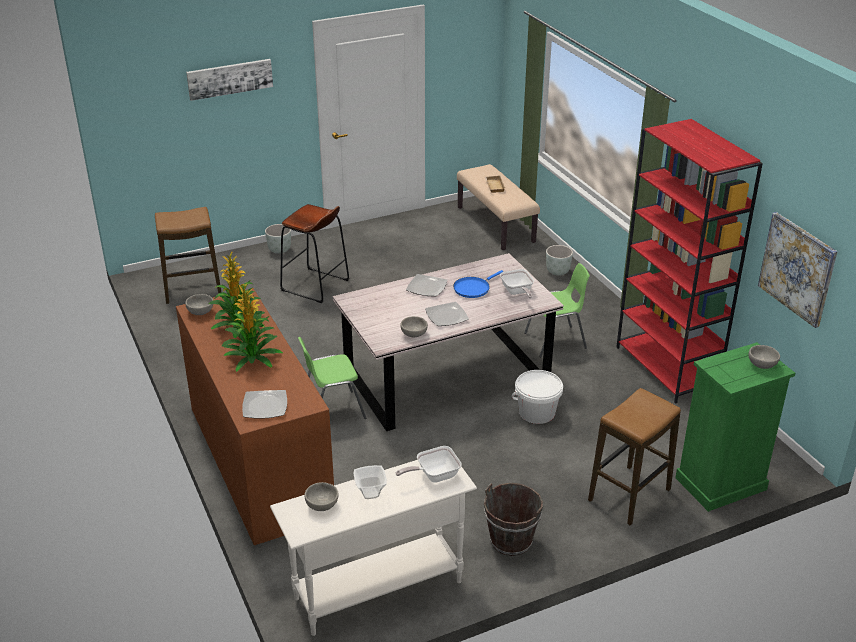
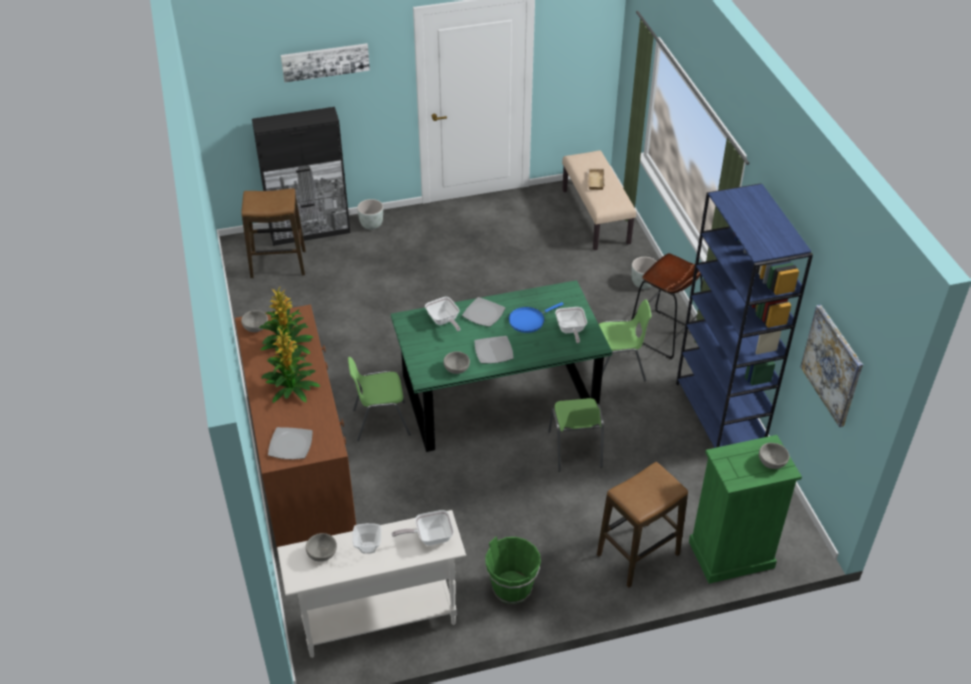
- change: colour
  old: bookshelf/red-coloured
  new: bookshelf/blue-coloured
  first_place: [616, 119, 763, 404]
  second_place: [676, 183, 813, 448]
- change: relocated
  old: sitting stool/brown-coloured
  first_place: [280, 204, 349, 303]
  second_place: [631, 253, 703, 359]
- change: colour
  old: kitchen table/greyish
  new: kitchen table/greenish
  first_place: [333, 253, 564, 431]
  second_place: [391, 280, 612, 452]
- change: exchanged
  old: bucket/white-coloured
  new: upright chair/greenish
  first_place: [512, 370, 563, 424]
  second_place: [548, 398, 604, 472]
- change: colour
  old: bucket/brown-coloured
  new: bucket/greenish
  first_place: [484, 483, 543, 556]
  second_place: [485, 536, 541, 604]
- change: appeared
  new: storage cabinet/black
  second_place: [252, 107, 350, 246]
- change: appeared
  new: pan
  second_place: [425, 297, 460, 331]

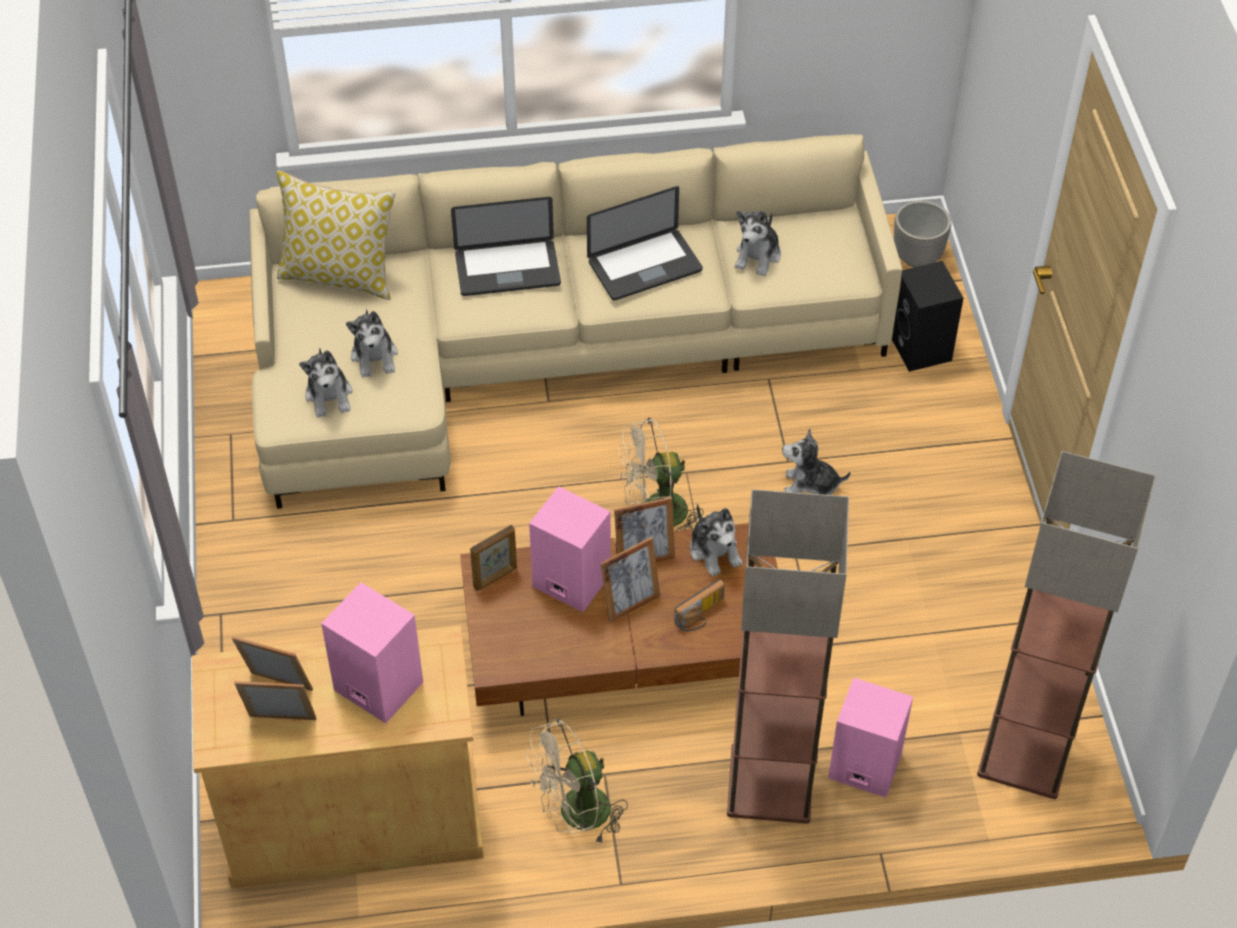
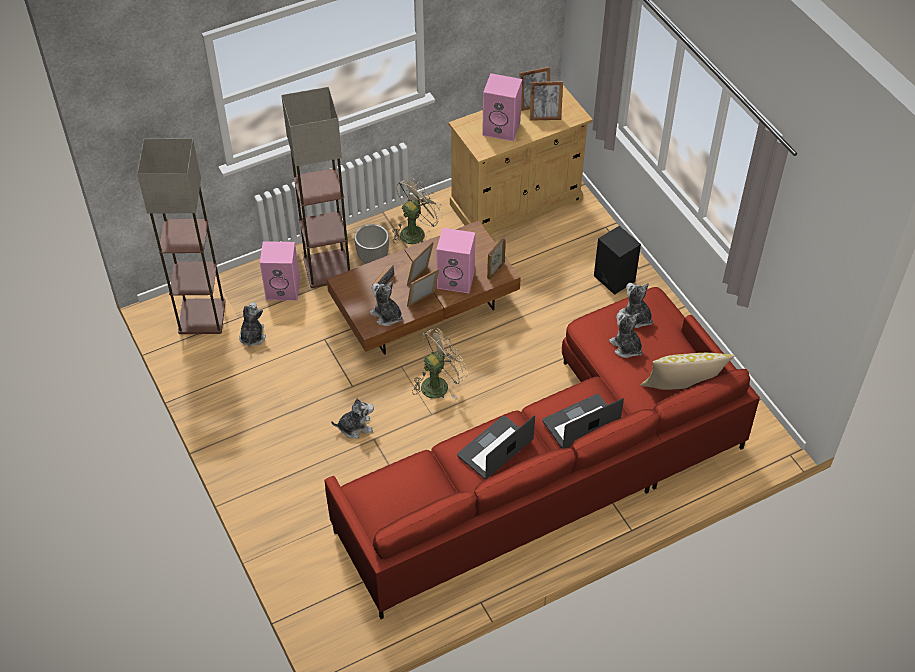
- change: colour
  old: settee/beige
  new: settee/red-coloured
  first_place: [250, 134, 902, 509]
  second_place: [324, 287, 760, 619]
- change: relocated
  old: planter
  first_place: [894, 200, 951, 267]
  second_place: [354, 224, 389, 264]
- change: relocated
  old: plush toy
  first_place: [735, 210, 781, 276]
  second_place: [239, 302, 266, 346]
- change: relocated
  old: loudspeaker/black
  first_place: [892, 261, 963, 372]
  second_place: [594, 226, 641, 295]

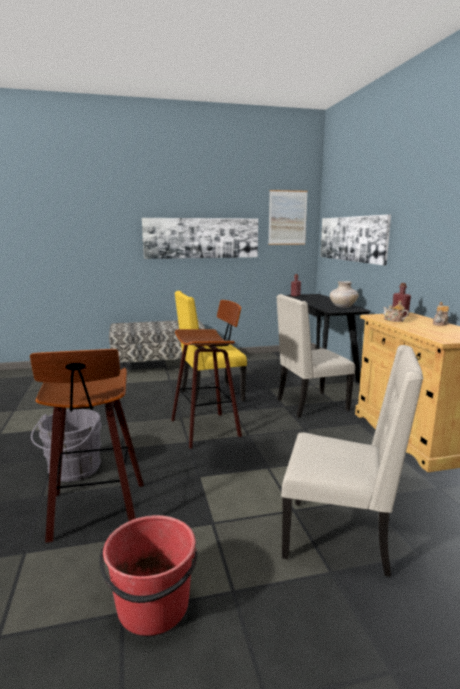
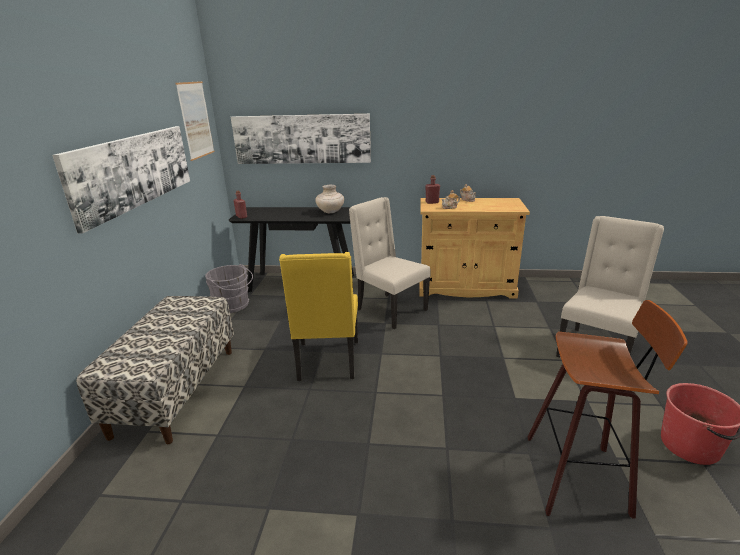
- change: spun
  old: upright chair/beige
  first_place: [277, 294, 355, 417]
  second_place: [349, 197, 431, 329]
  degrees: 135
- change: missing
  old: sitting stool
  first_place: [171, 300, 242, 449]
- change: relocated
  old: bucket/greyish
  first_place: [31, 409, 102, 482]
  second_place: [205, 264, 253, 313]

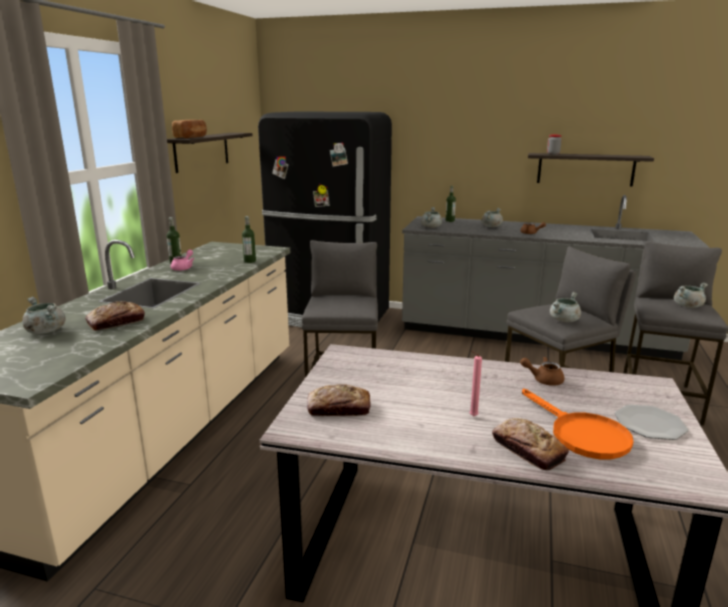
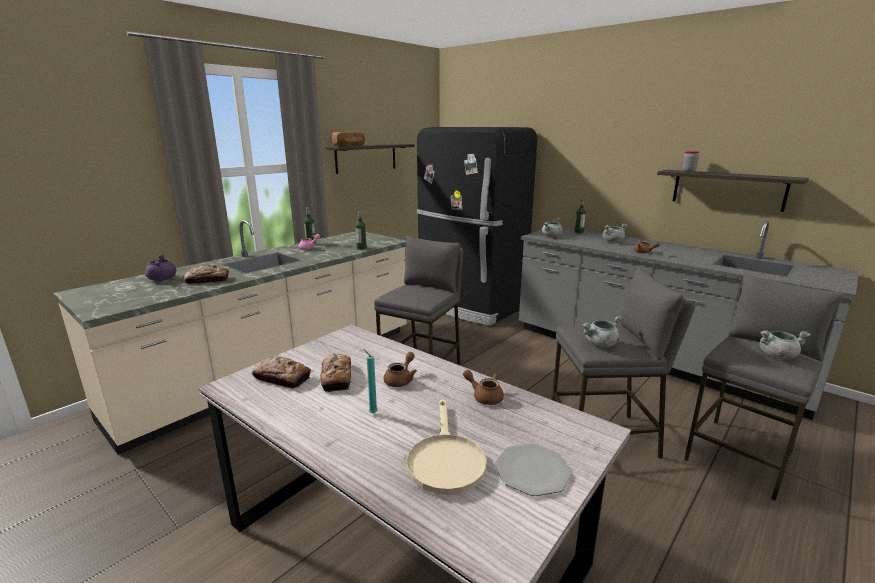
- change: colour
  old: stockpot/greyish
  new: stockpot/purple-coloured
  first_place: [22, 297, 66, 334]
  second_place: [145, 254, 176, 281]
- change: colour
  old: candle/pinkish
  new: candle/turquoise
  first_place: [470, 351, 482, 416]
  second_place: [364, 349, 378, 414]
- change: colour
  old: pan/orange
  new: pan/beige
  first_place: [522, 389, 634, 459]
  second_place: [406, 399, 487, 495]
- change: relocated
  old: baked bread
  first_place: [492, 418, 569, 470]
  second_place: [320, 353, 351, 392]
- change: appeared
  new: pot for tea/brown-coloured
  second_place: [383, 352, 417, 387]

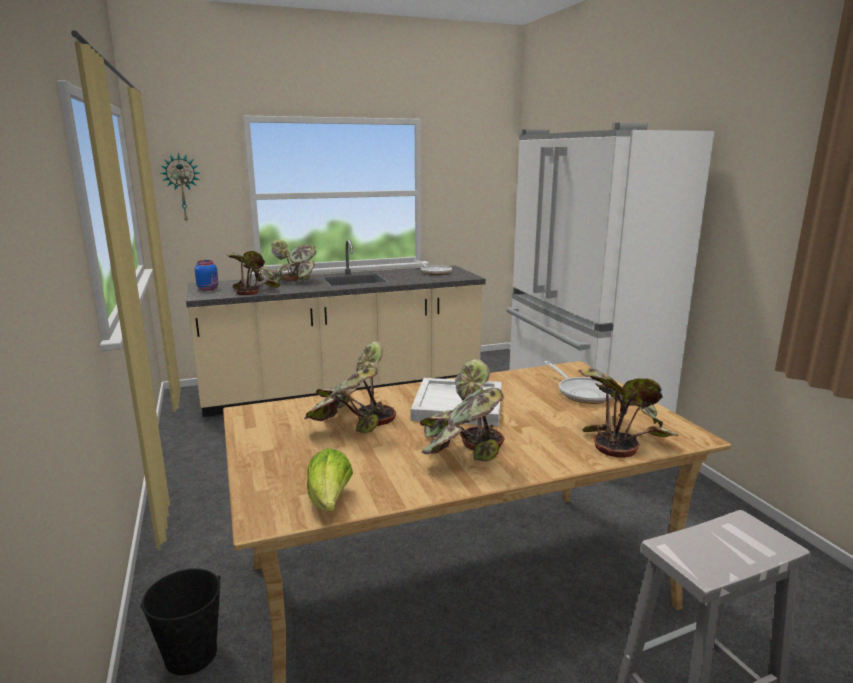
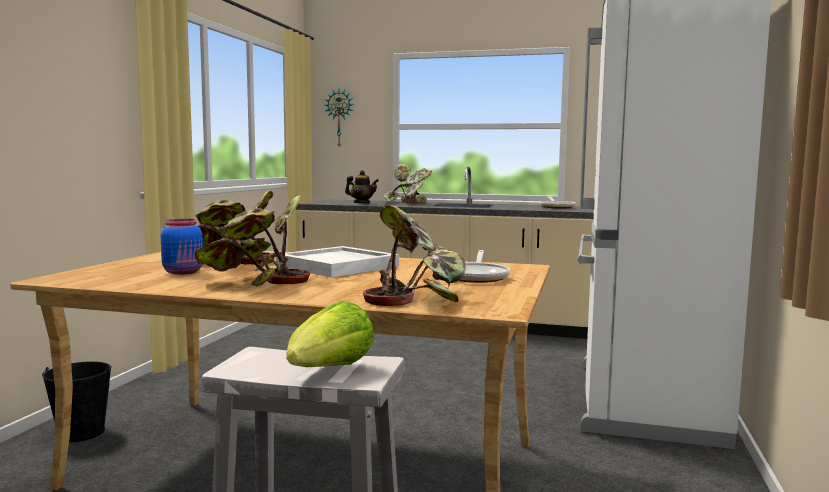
- change: exchanged
  old: potted plant
  new: pot for tea
  first_place: [226, 251, 281, 295]
  second_place: [345, 170, 379, 203]
- change: relocated
  old: preserve jar/blue-coloured
  first_place: [195, 260, 219, 291]
  second_place: [161, 219, 203, 275]
- change: relocated
  old: lettuce
  first_place: [307, 449, 353, 511]
  second_place: [286, 301, 374, 367]

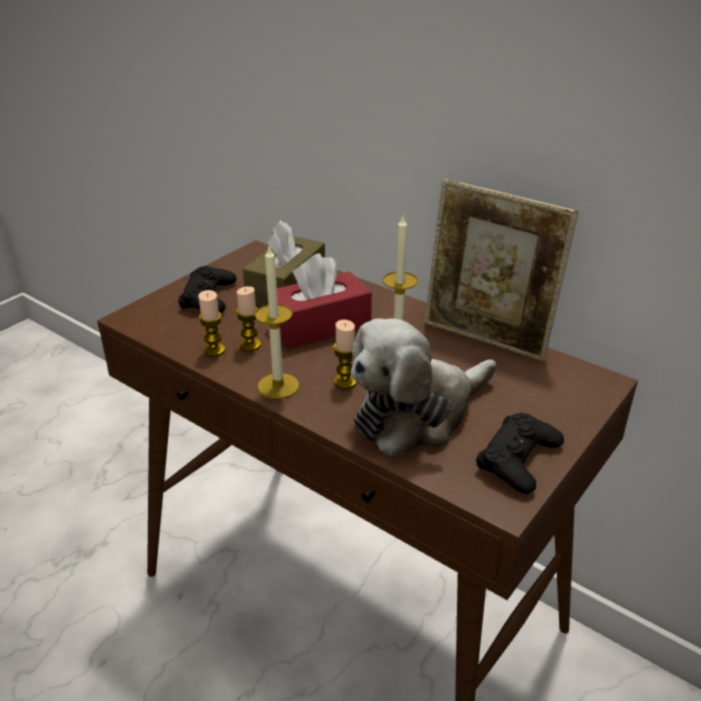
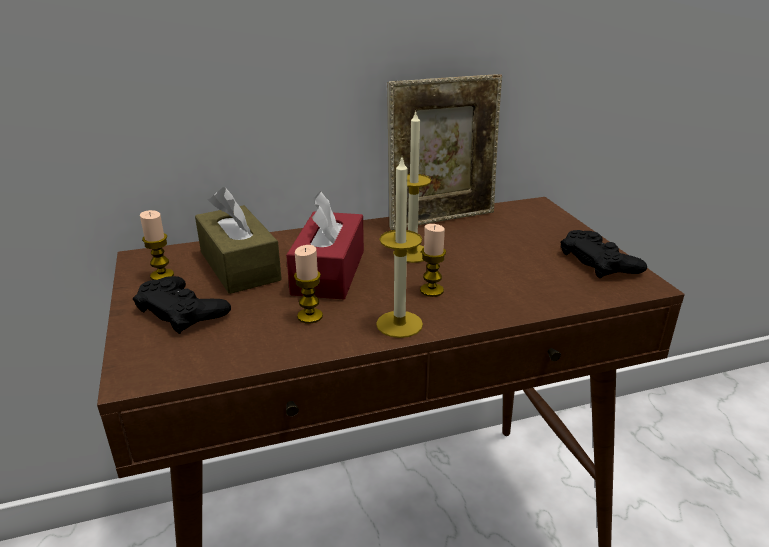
- change: relocated
  old: candle
  first_place: [198, 290, 225, 356]
  second_place: [140, 210, 174, 280]
- change: missing
  old: plush toy
  first_place: [351, 318, 496, 456]

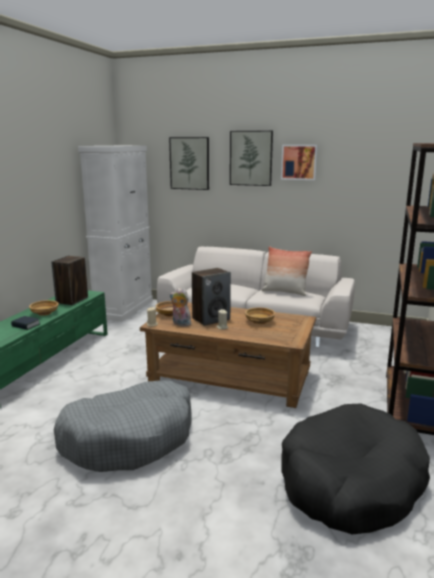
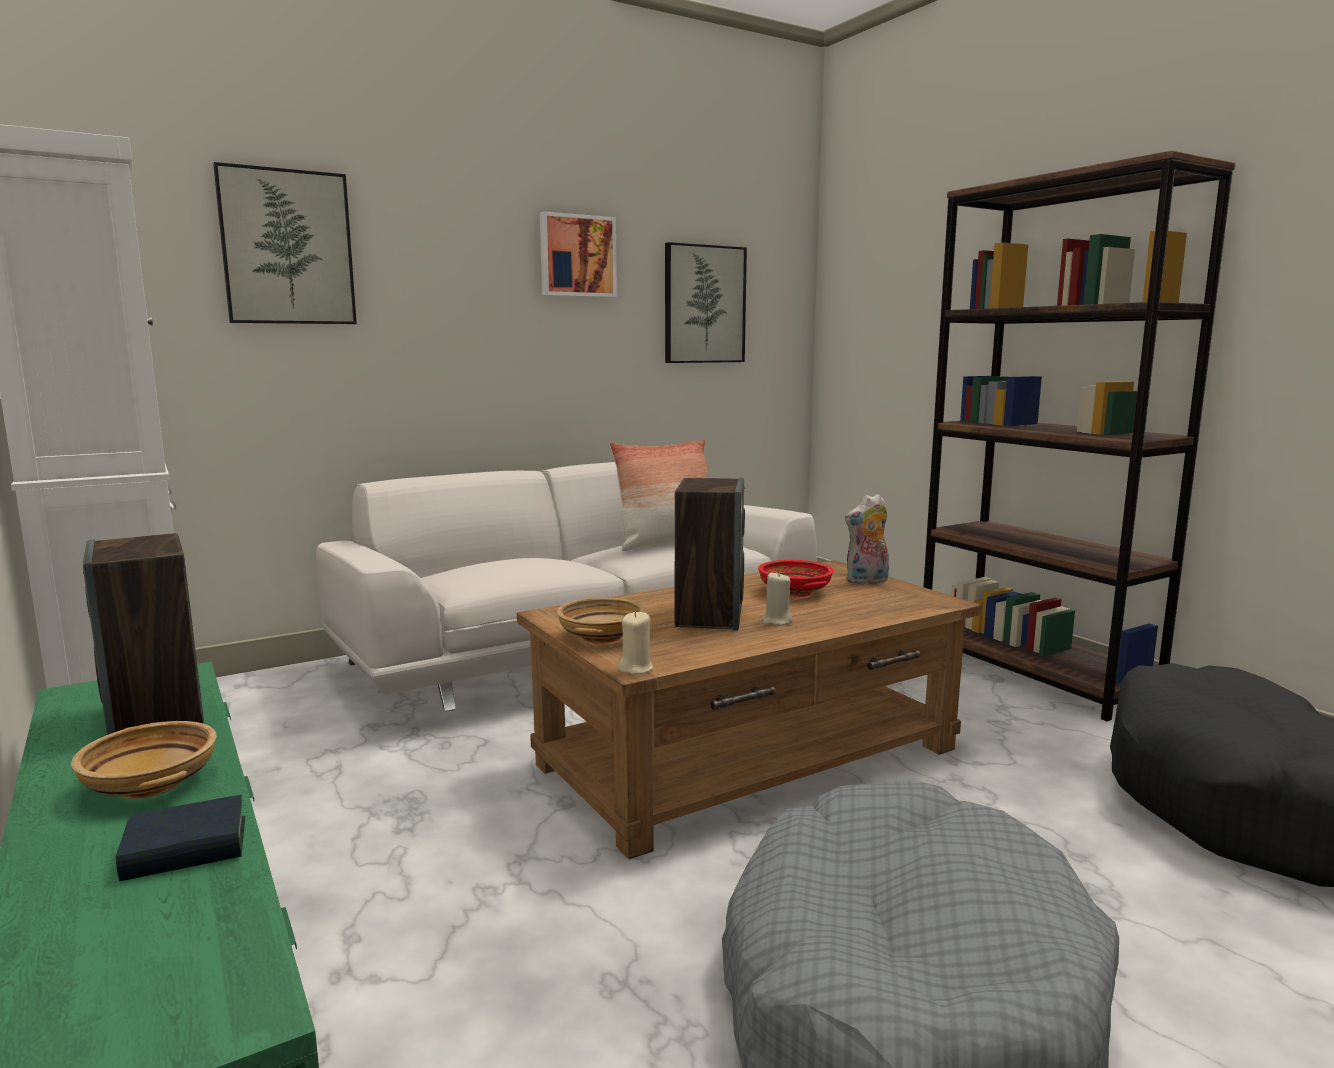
- change: relocated
  old: wall picture
  first_place: [230, 131, 273, 186]
  second_place: [665, 242, 747, 363]
- change: relocated
  old: plush toy
  first_place: [170, 288, 191, 326]
  second_place: [845, 494, 889, 585]
- change: colour
  old: serving bowl/beige
  new: serving bowl/red-coloured
  first_place: [245, 308, 275, 324]
  second_place: [758, 560, 834, 597]

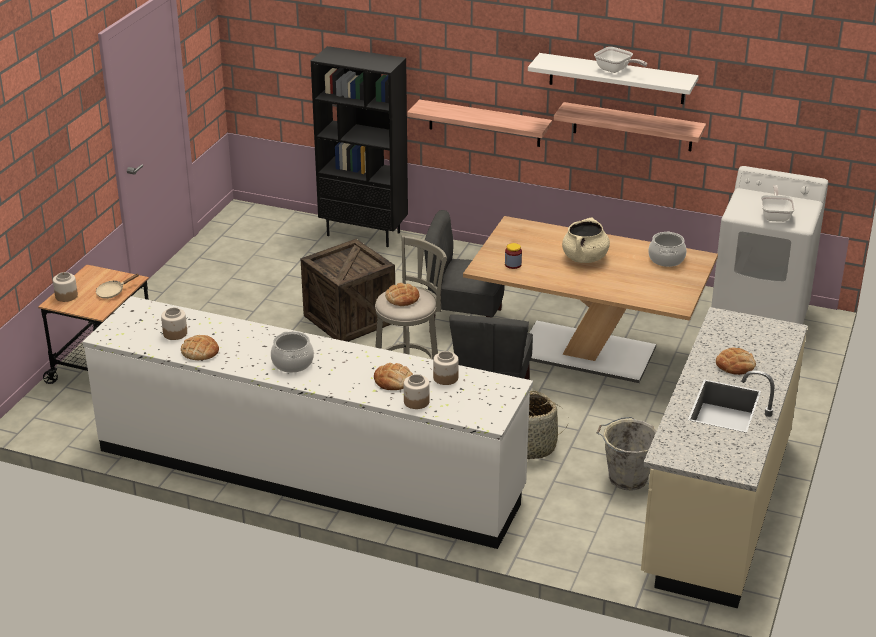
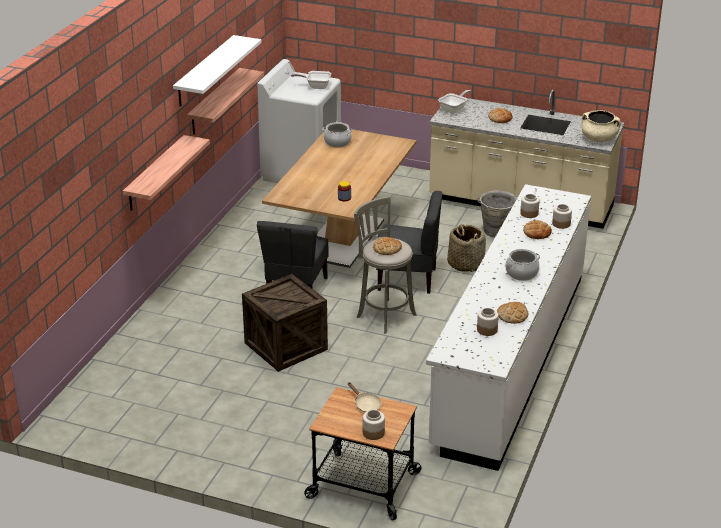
- change: missing
  old: bookshelf/black
  first_place: [311, 46, 408, 247]
- change: relocated
  old: pan
  first_place: [594, 47, 647, 73]
  second_place: [438, 90, 471, 114]
- change: relocated
  old: stockpot/beige
  first_place: [562, 217, 610, 263]
  second_place: [582, 110, 621, 142]

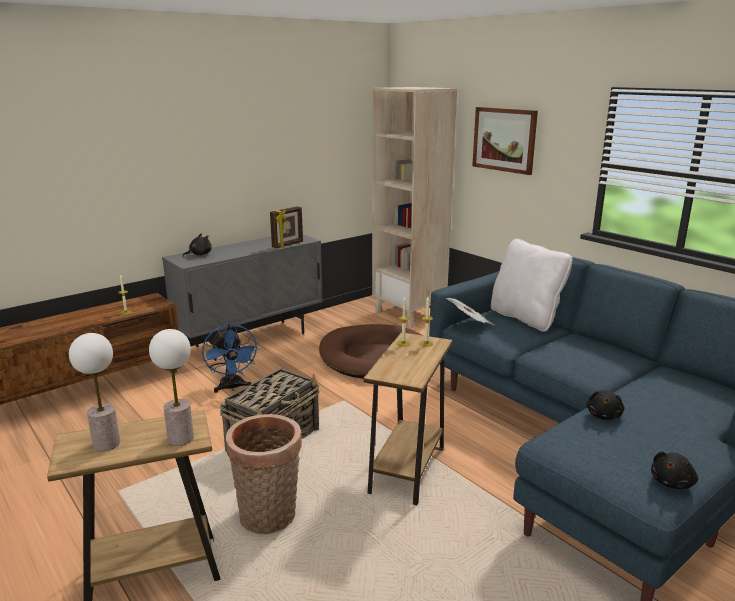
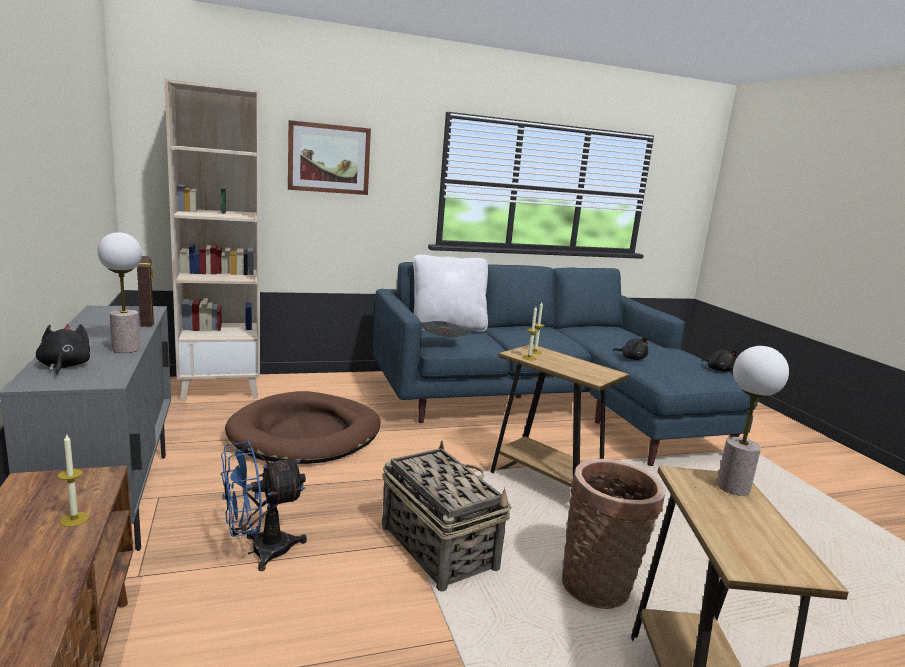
- change: spun
  old: cooling fan/blue-coloured
  first_place: [202, 324, 258, 393]
  second_place: [221, 442, 307, 571]
  degrees: 150
- change: relocated
  old: lamp for a table
  first_place: [69, 333, 120, 451]
  second_place: [98, 232, 142, 353]

